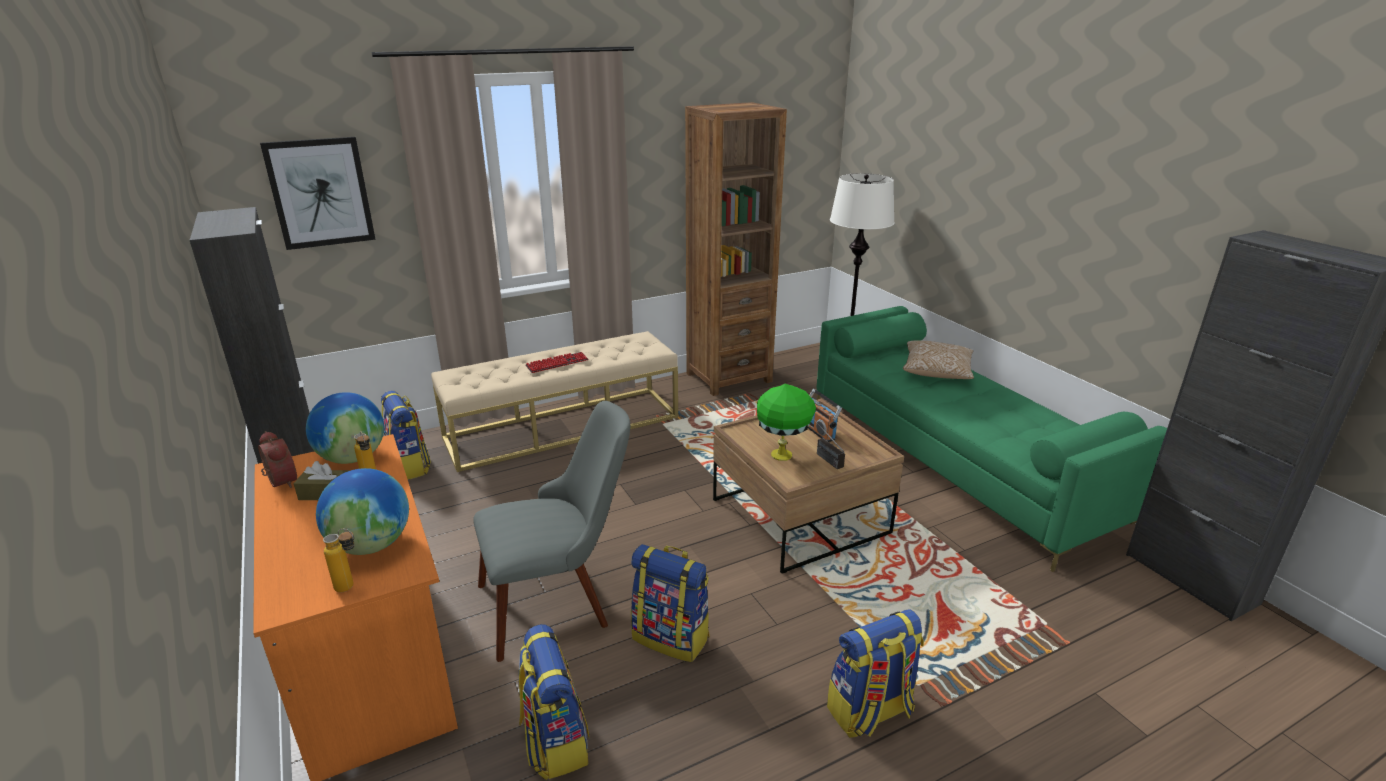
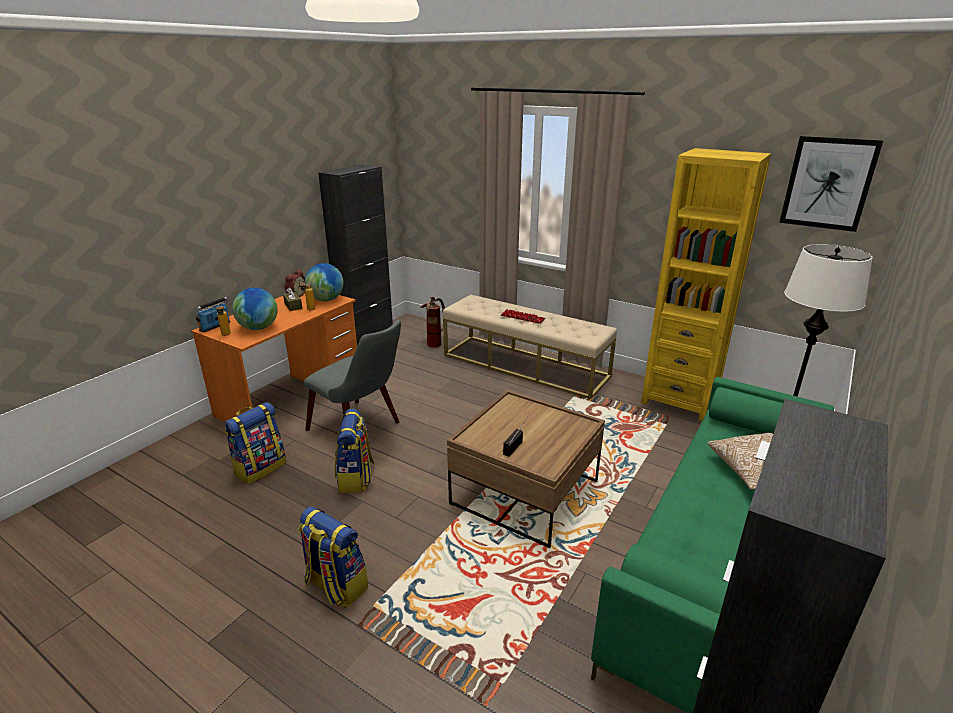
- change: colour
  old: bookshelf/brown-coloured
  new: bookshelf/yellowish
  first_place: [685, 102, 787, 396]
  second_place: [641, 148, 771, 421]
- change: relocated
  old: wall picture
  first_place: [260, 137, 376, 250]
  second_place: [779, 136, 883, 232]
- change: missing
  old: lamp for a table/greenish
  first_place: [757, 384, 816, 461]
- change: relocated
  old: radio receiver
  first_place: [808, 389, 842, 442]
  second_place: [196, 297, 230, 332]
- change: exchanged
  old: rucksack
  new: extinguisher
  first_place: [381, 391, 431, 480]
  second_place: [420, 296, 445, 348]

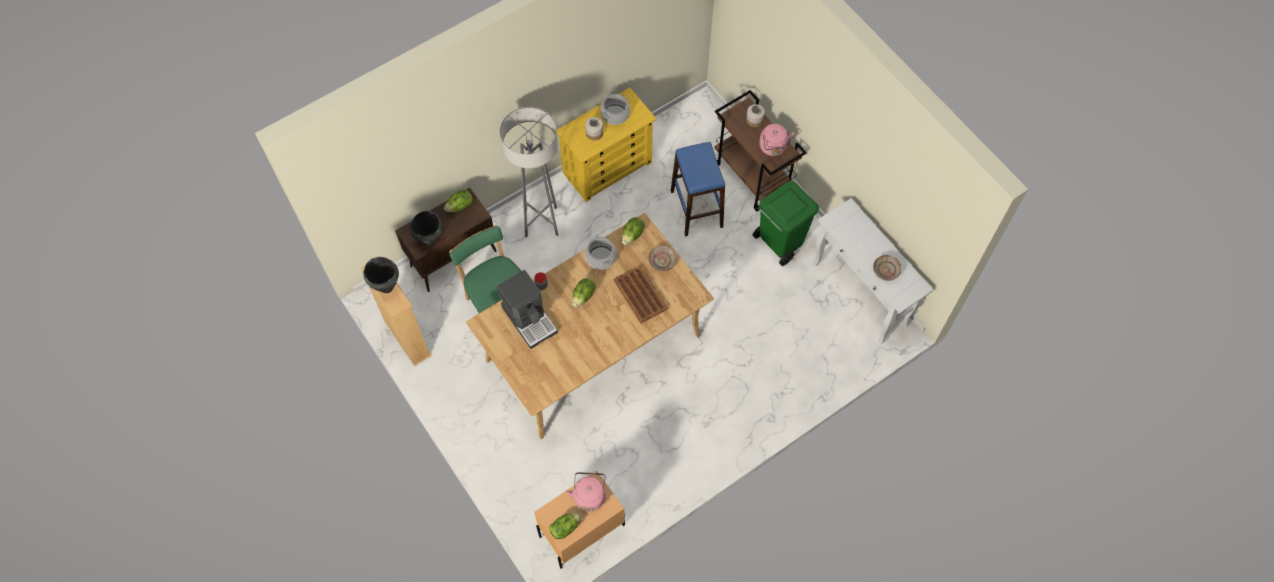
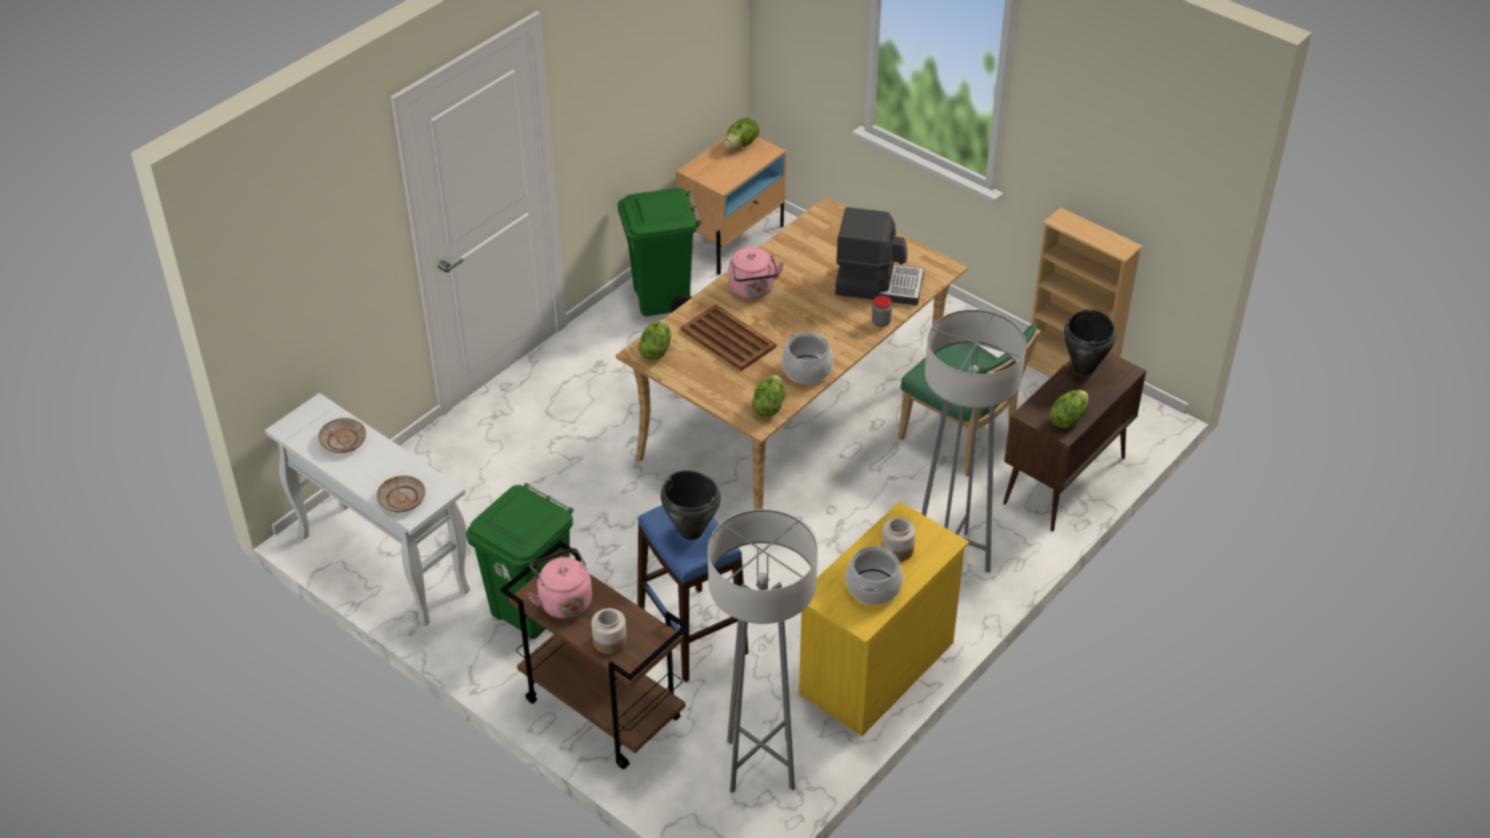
- change: relocated
  old: dinner plate/beige
  first_place: [649, 246, 677, 271]
  second_place: [376, 476, 425, 512]
- change: relocated
  old: stockpot/black
  first_place: [363, 257, 399, 293]
  second_place: [661, 470, 721, 540]
- change: spun
  old: coffee maker
  first_place: [497, 270, 558, 349]
  second_place: [835, 207, 924, 305]
  degrees: 150
- change: relocated
  old: lettuce
  first_place: [572, 278, 596, 307]
  second_place: [639, 320, 671, 360]
- change: relocated
  old: kettle/pinkish
  first_place: [566, 472, 606, 511]
  second_place: [729, 247, 784, 299]
- change: appeared
  new: trash can/greenish
  second_place: [617, 188, 702, 316]
- change: appeared
  new: floor lamp/greyish
  second_place: [708, 509, 818, 793]

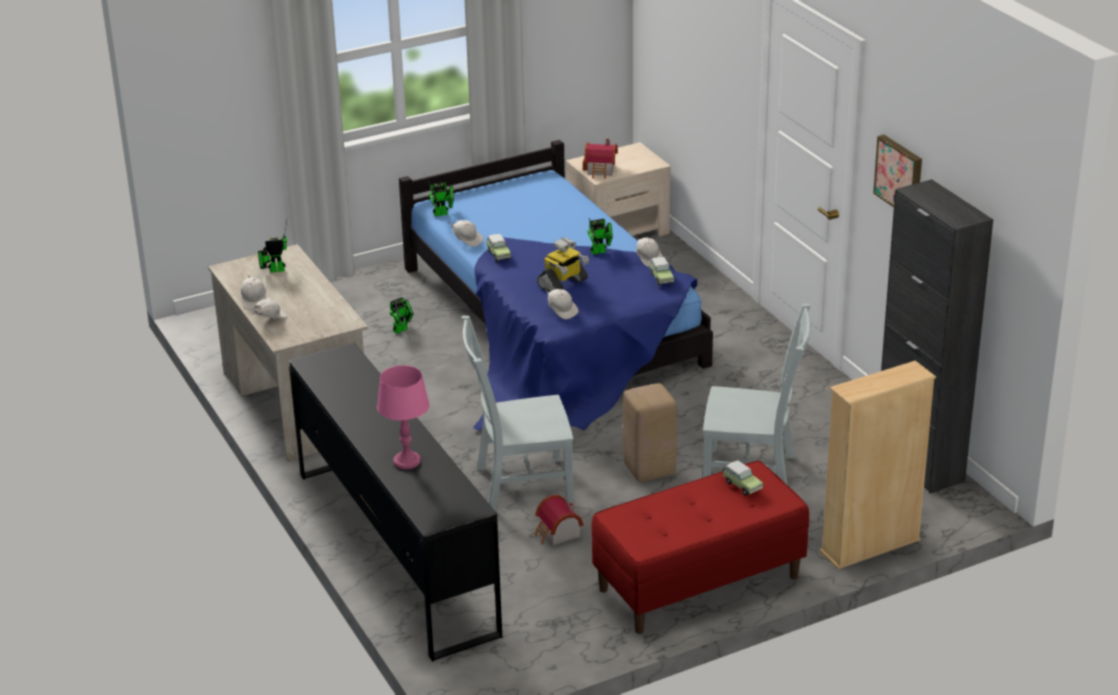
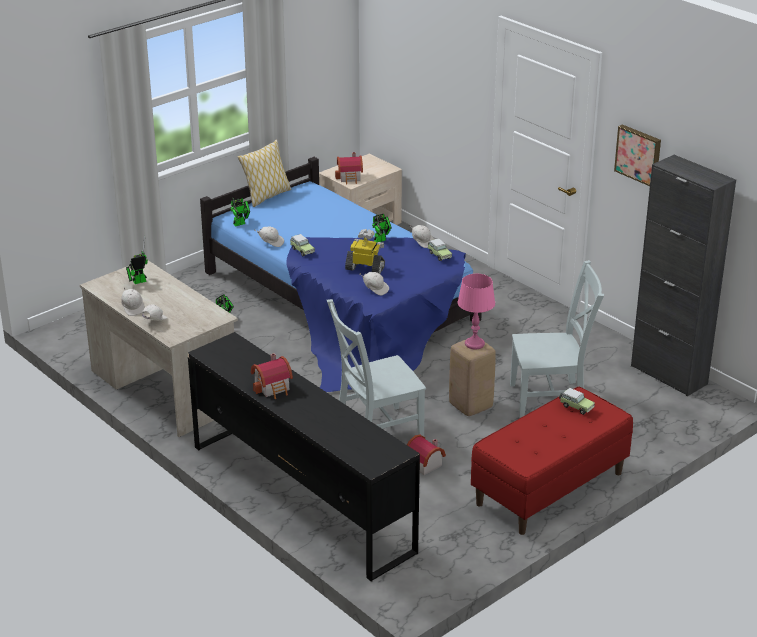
- change: spun
  old: toy robot
  first_place: [537, 237, 589, 292]
  second_place: [345, 229, 385, 274]
  degrees: -105
- change: missing
  old: bookshelf/beige
  first_place: [820, 360, 936, 569]
- change: relocated
  old: lamp for a table/pinkish
  first_place: [377, 365, 429, 469]
  second_place: [458, 274, 495, 349]
- change: appeared
  new: pillow
  second_place: [238, 140, 291, 207]
- change: appeared
  new: toy house
  second_place: [251, 353, 293, 399]

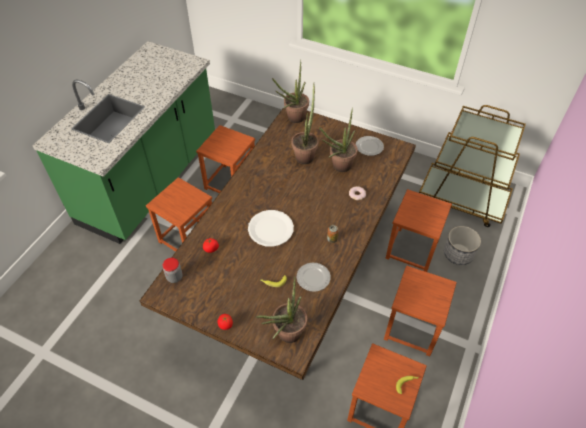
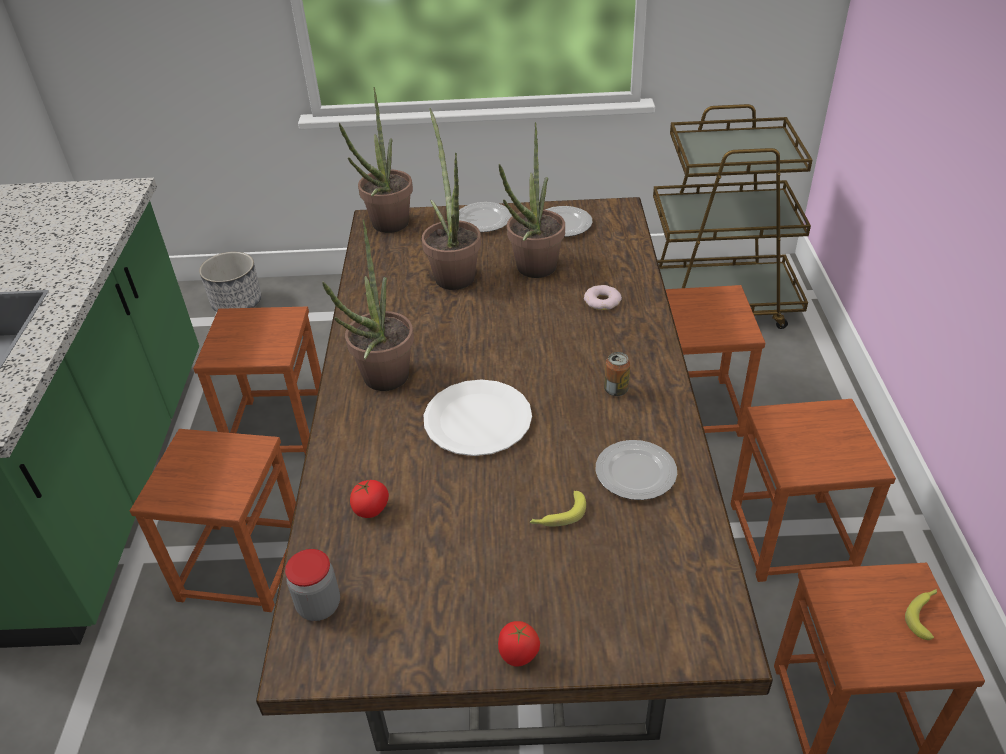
- change: relocated
  old: planter
  first_place: [444, 226, 481, 265]
  second_place: [199, 252, 261, 312]
- change: relocated
  old: potted plant
  first_place: [256, 276, 307, 343]
  second_place: [322, 219, 414, 391]
- change: appeared
  new: dinner plate
  second_place: [459, 202, 512, 232]

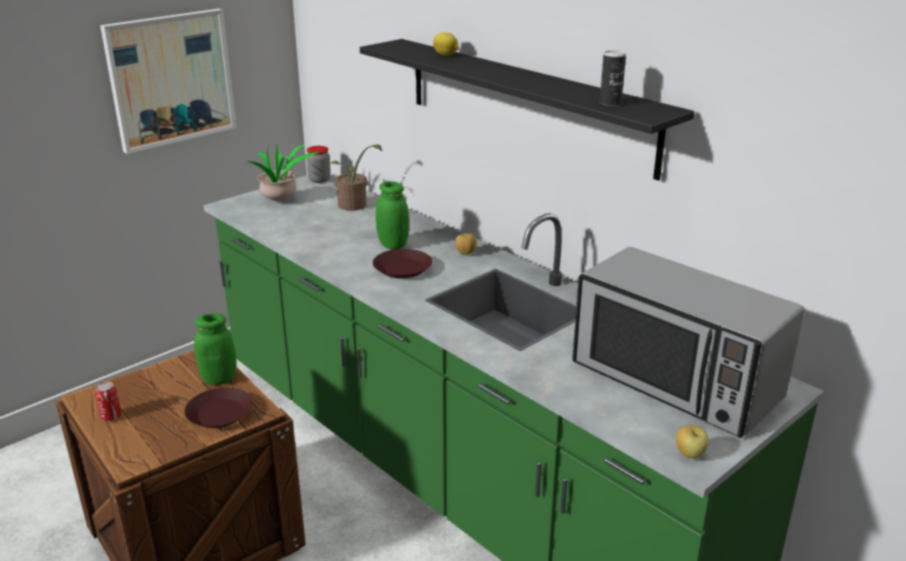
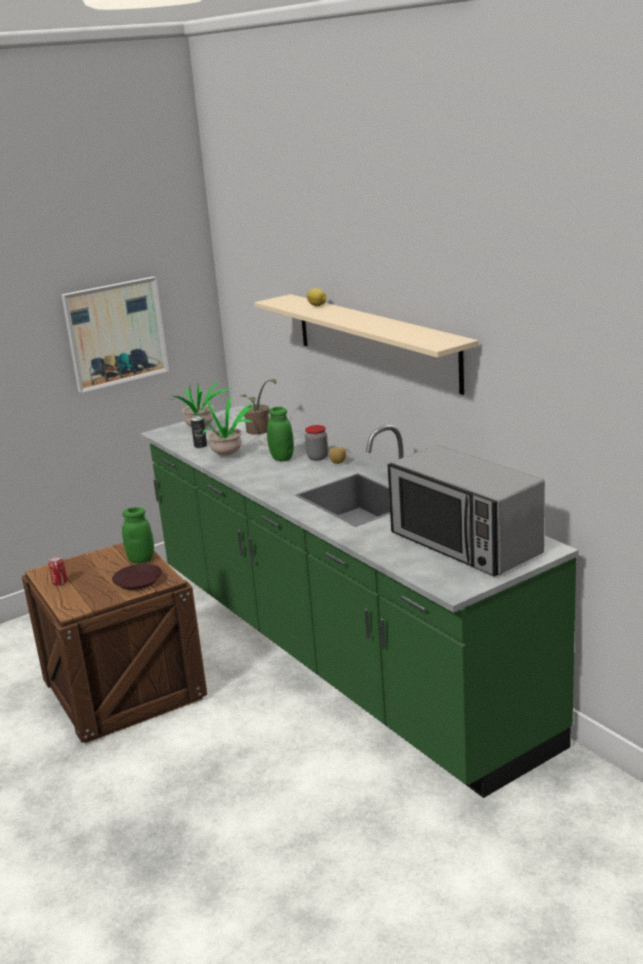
- change: colour
  old: wall shelf/black
  new: wall shelf/beige
  first_place: [360, 39, 694, 181]
  second_place: [255, 294, 478, 395]
- change: relocated
  old: can
  first_place: [600, 50, 626, 106]
  second_place: [191, 416, 207, 448]
- change: relocated
  old: preserve jar
  first_place: [306, 146, 331, 183]
  second_place: [305, 425, 328, 461]
- change: missing
  old: dinner plate/brown-coloured
  first_place: [373, 249, 432, 279]
- change: missing
  old: whole apple
  first_place: [676, 425, 709, 459]
- change: appeared
  new: potted plant
  second_place: [192, 396, 254, 456]

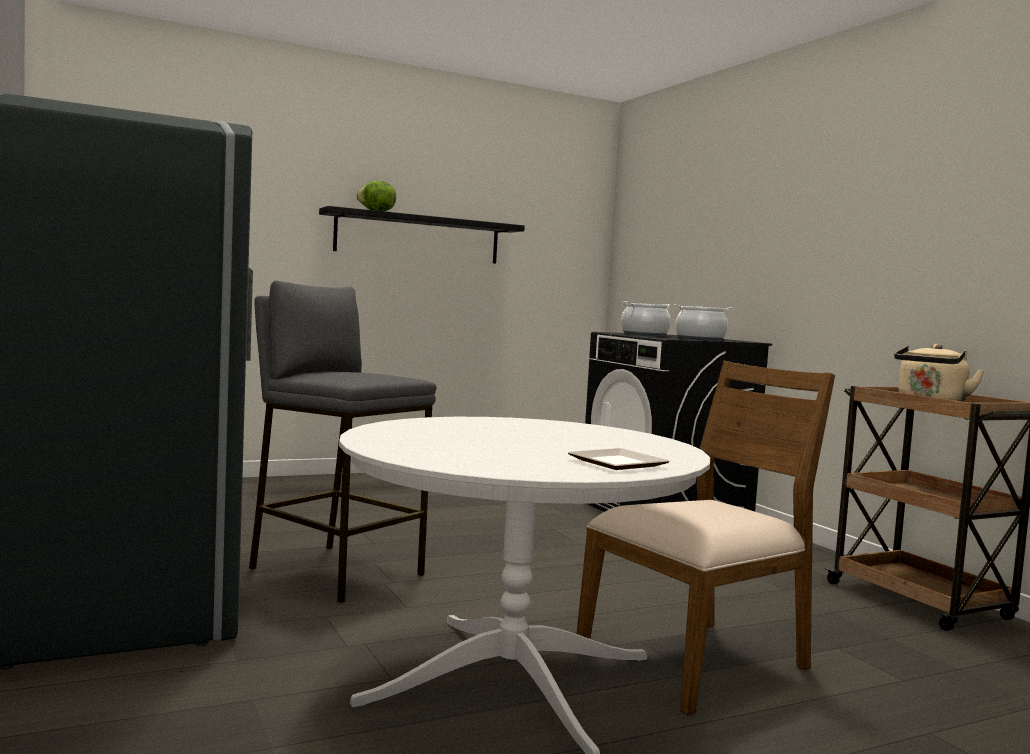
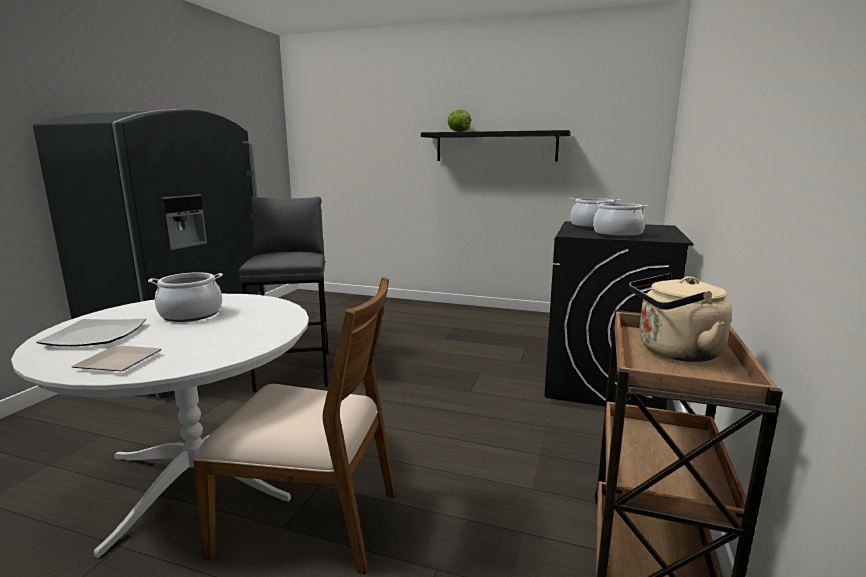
- change: appeared
  new: stockpot
  second_place: [148, 272, 223, 322]
- change: appeared
  new: dinner plate
  second_place: [36, 318, 146, 346]

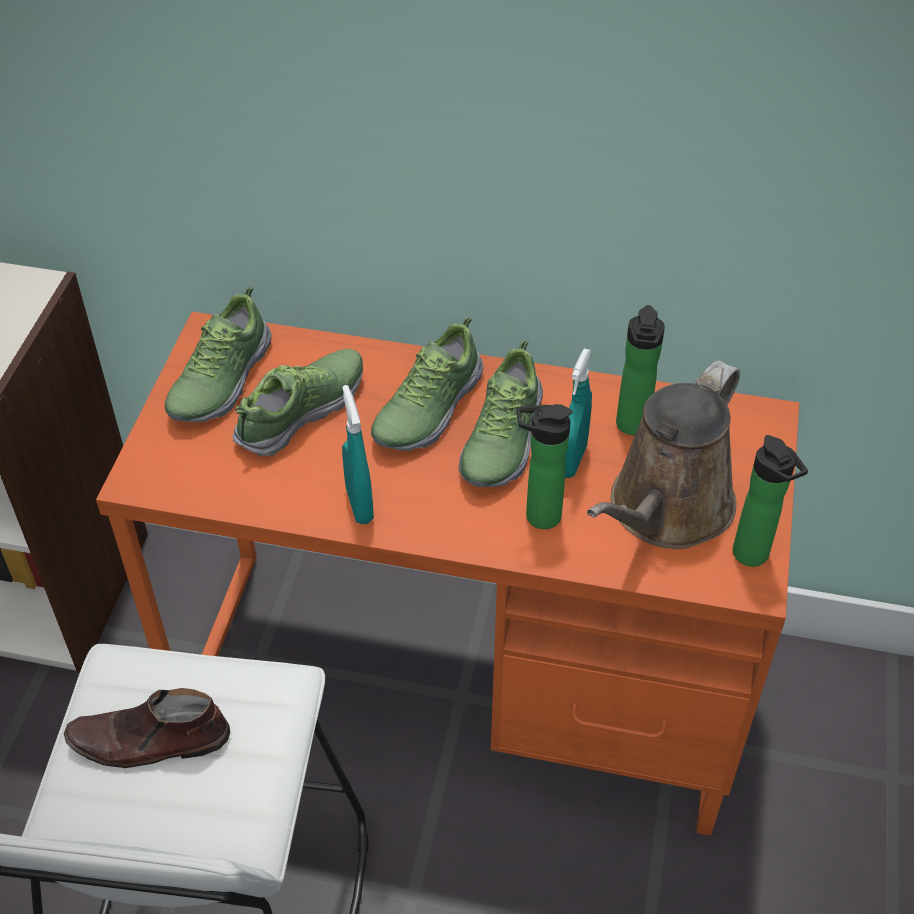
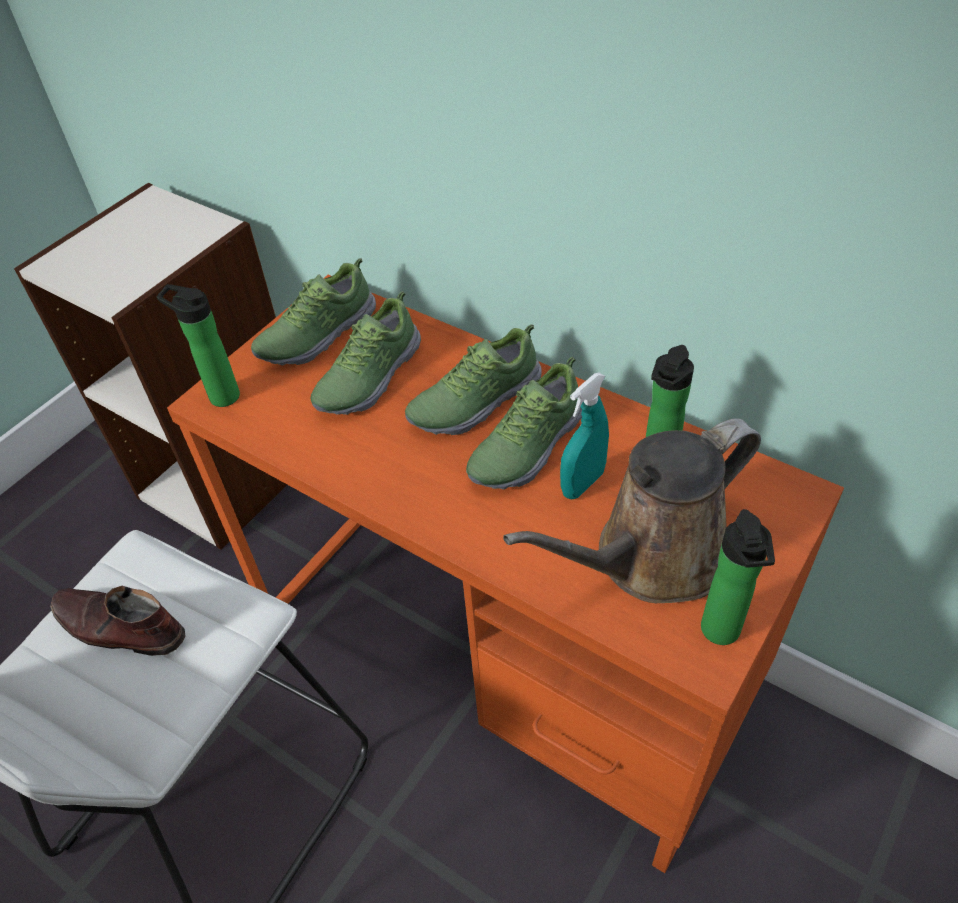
- change: spun
  old: shoe
  first_place: [233, 349, 363, 456]
  second_place: [310, 291, 421, 415]
  degrees: 150
- change: missing
  old: spray bottle/turquoise
  first_place: [342, 385, 374, 524]
- change: relocated
  old: beverage bottle
  first_place: [517, 404, 572, 529]
  second_place: [157, 284, 240, 407]

